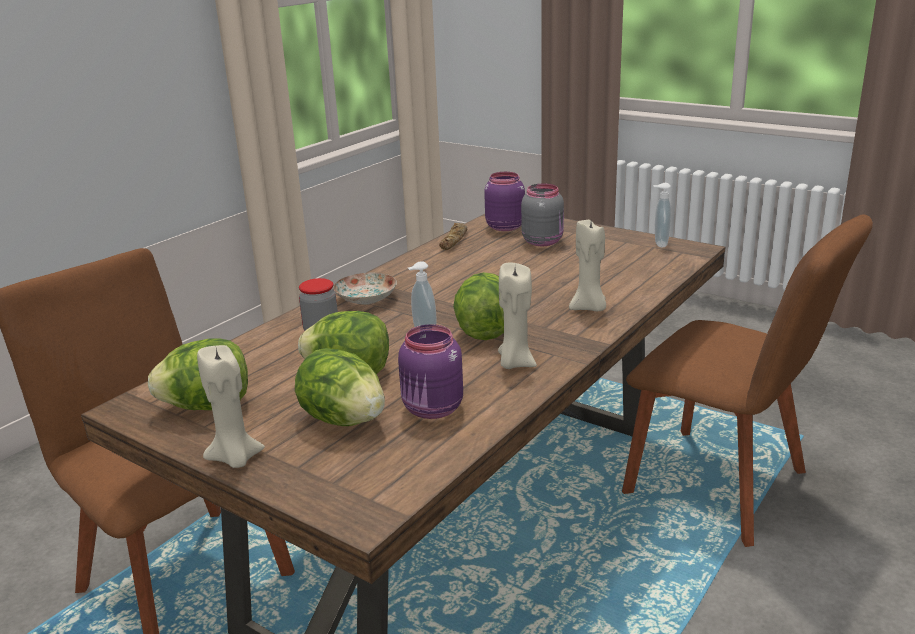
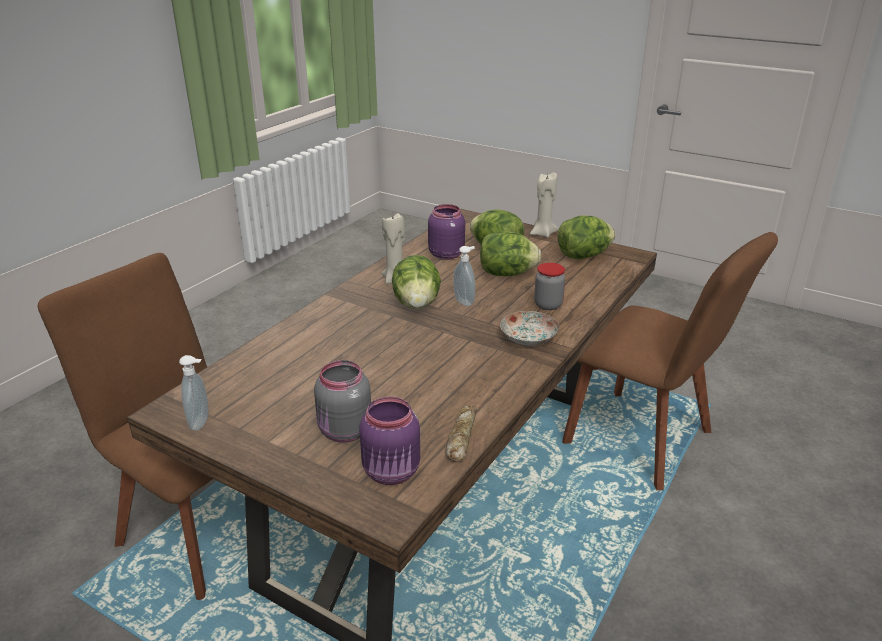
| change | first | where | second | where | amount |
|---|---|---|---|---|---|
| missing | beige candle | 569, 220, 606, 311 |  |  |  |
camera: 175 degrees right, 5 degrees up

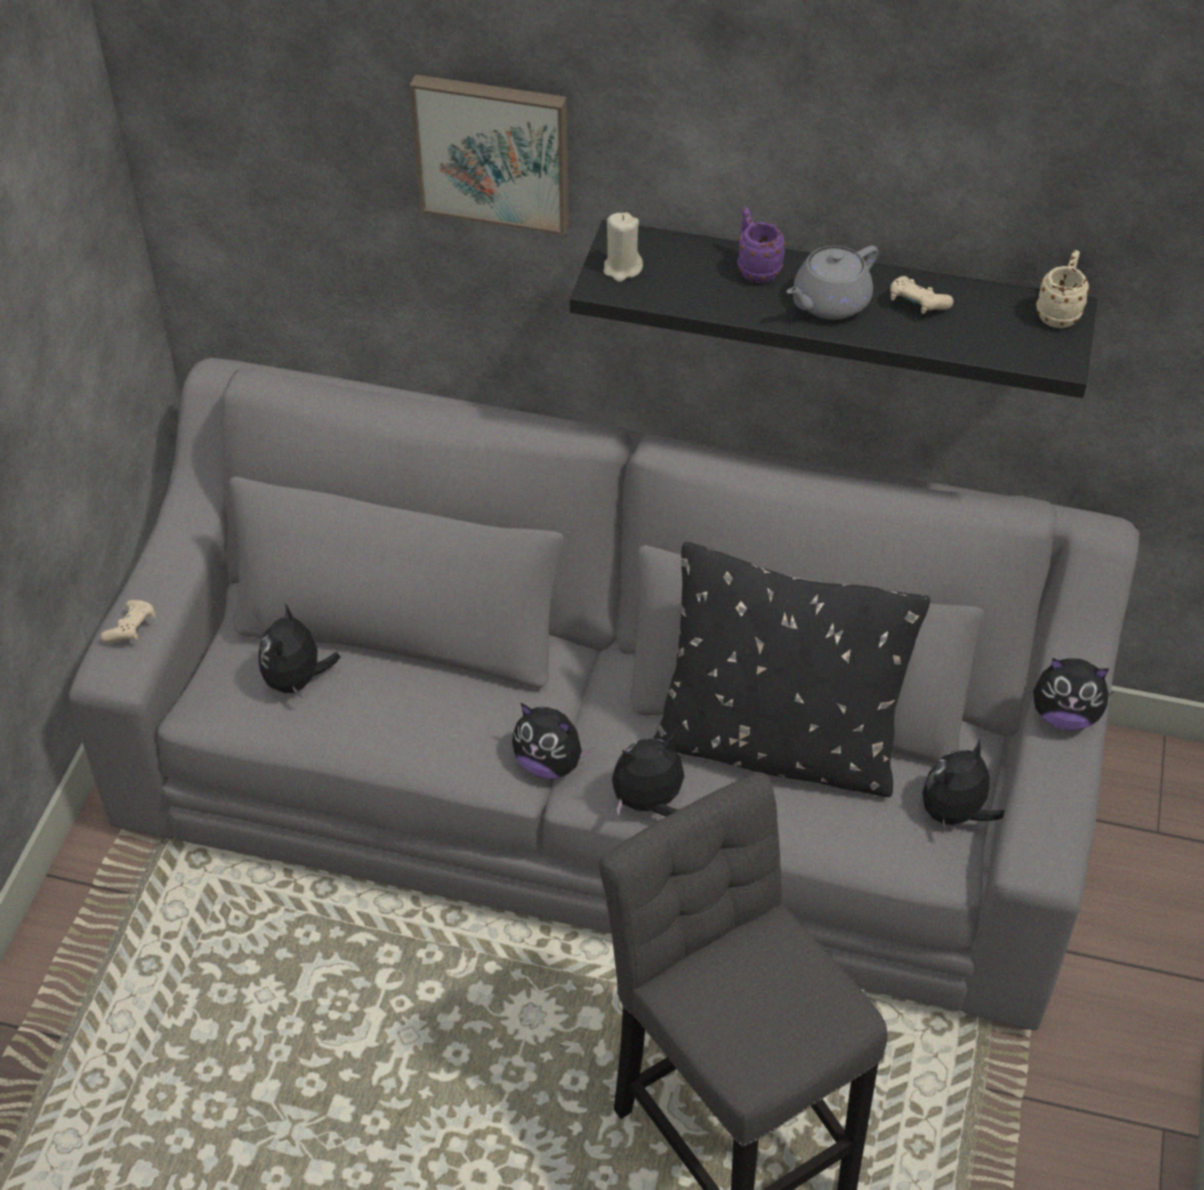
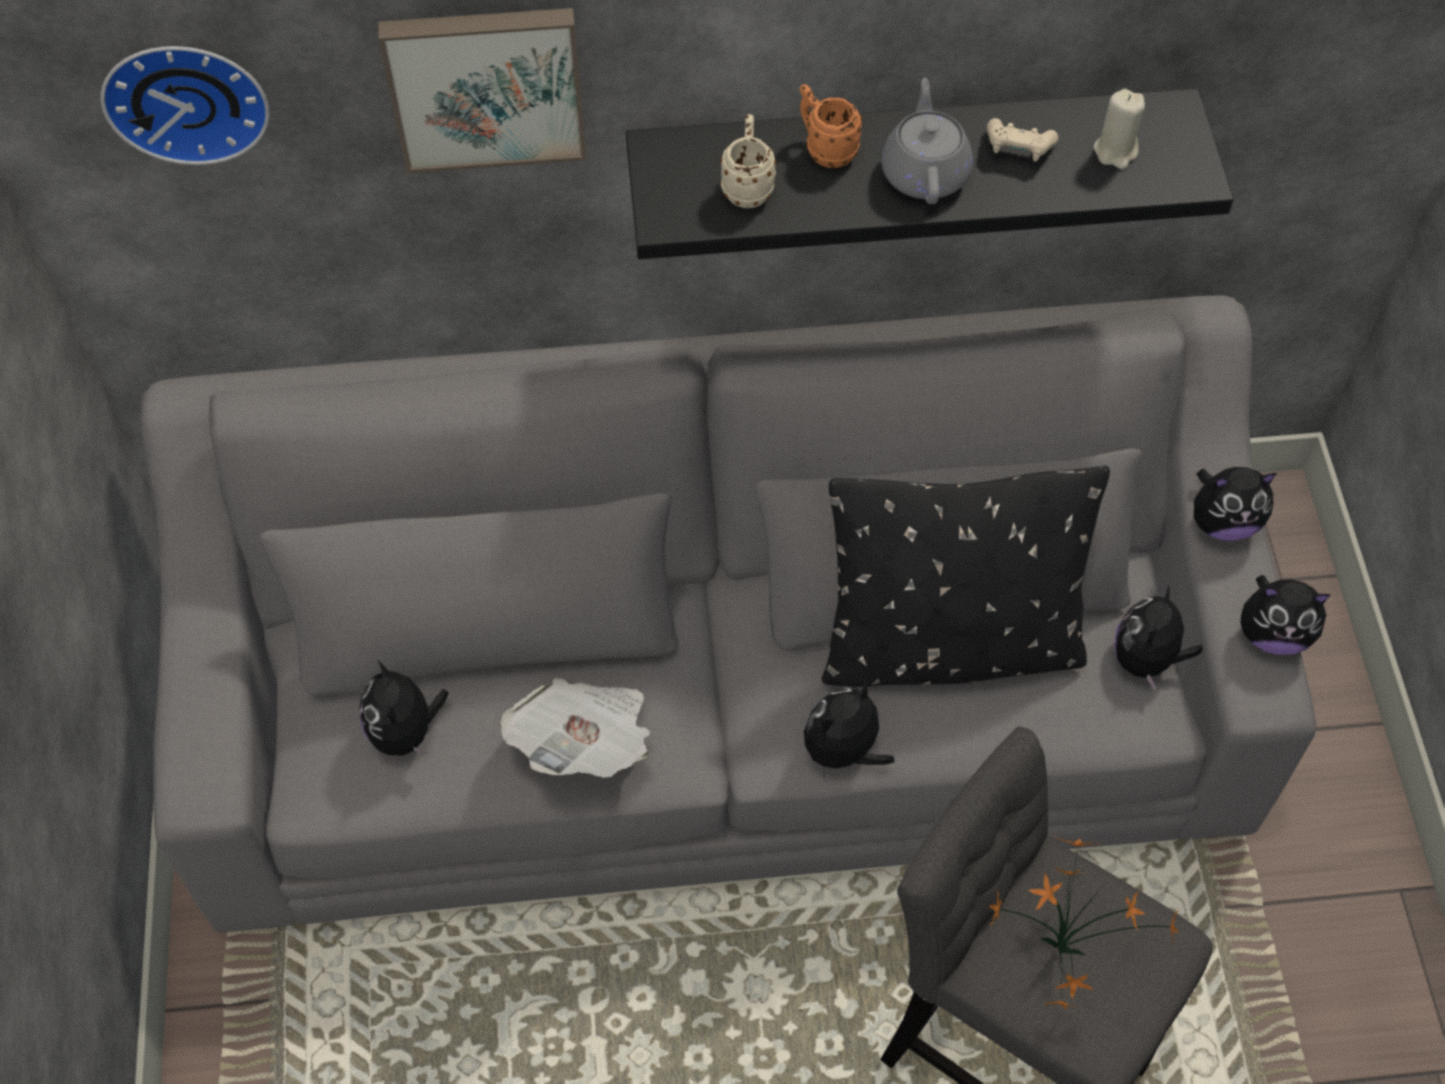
| change | first | where | second | where | amount |
|---|---|---|---|---|---|
| missing | beige game controller | 101, 600, 156, 644 |  |  |  |
| appeared |  |  | wall clock | 101, 46, 270, 165 |  |
| appeared |  |  | newspaper | 500, 678, 650, 778 |  |
| appeared |  |  | potted plant | 989, 837, 1179, 1009 |  |
| relocated | plush toy | 512, 703, 594, 779 |  | 1241, 575, 1331, 655 |  |
| relocated | beige candle | 604, 212, 643, 282 |  | 1094, 89, 1145, 169 |  |
| relocated | beige mug | 1036, 250, 1089, 328 |  | 720, 114, 776, 208 |  |
| colour | purple mug | 737, 207, 786, 283 | orange mug | 800, 84, 863, 168 |  |
| spun | grey teapot | 787, 245, 878, 320 |  | 881, 78, 973, 204 | 150 degrees clockwise |
camera: 20 degrees left, 10 degrees up

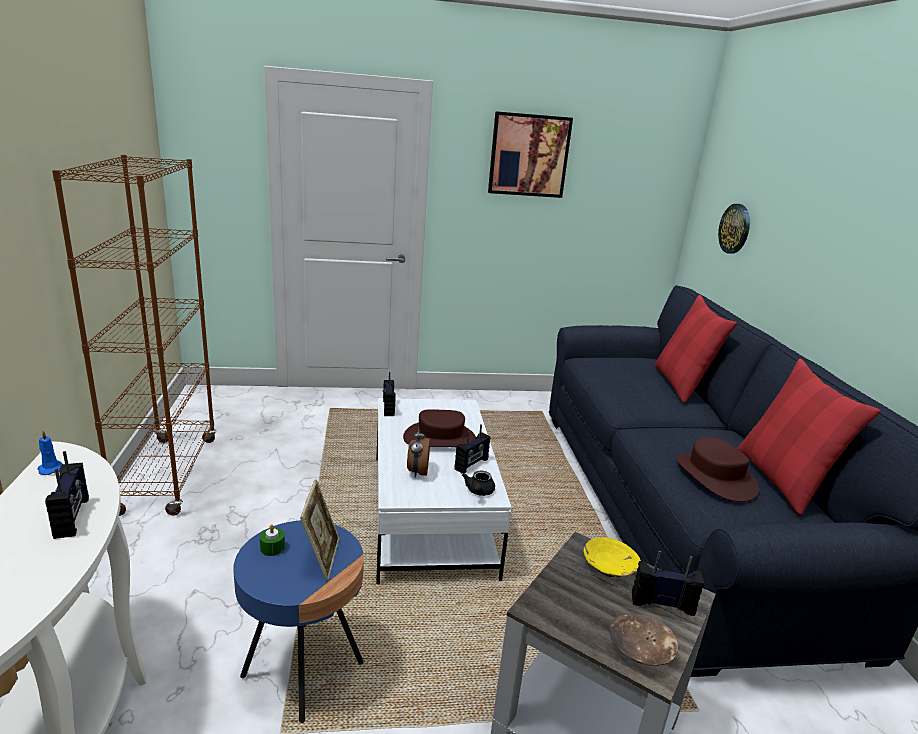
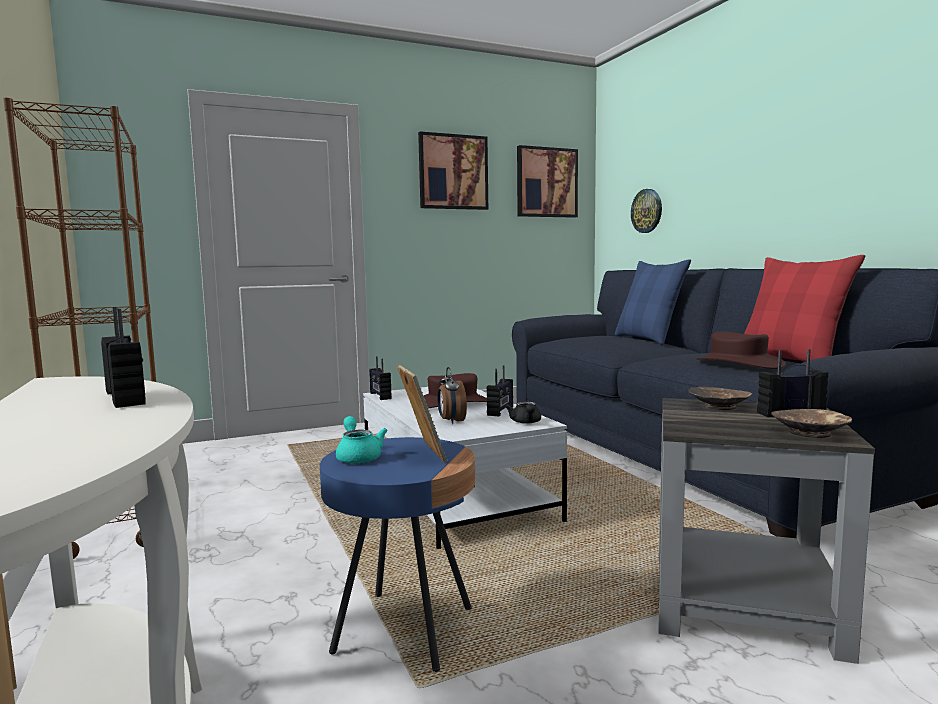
| change | first | where | second | where | amount |
|---|---|---|---|---|---|
| missing | blue candle | 37, 430, 63, 475 |  |  |  |
| appeared |  |  | picture | 517, 145, 578, 218 |  |
| exchanged | green candle | 260, 524, 285, 556 | turquoise teapot | 336, 416, 388, 464 |  |
| colour | yellow bowl | 584, 537, 641, 577 | brown bowl | 689, 387, 752, 410 |  |
| colour | red pillow | 655, 295, 737, 403 | blue pillow | 615, 259, 691, 344 |  |
camera: 15 degrees left, 15 degrees down

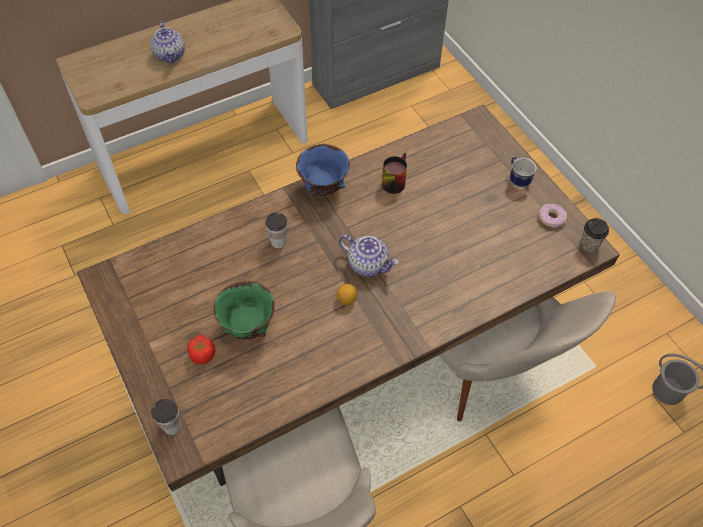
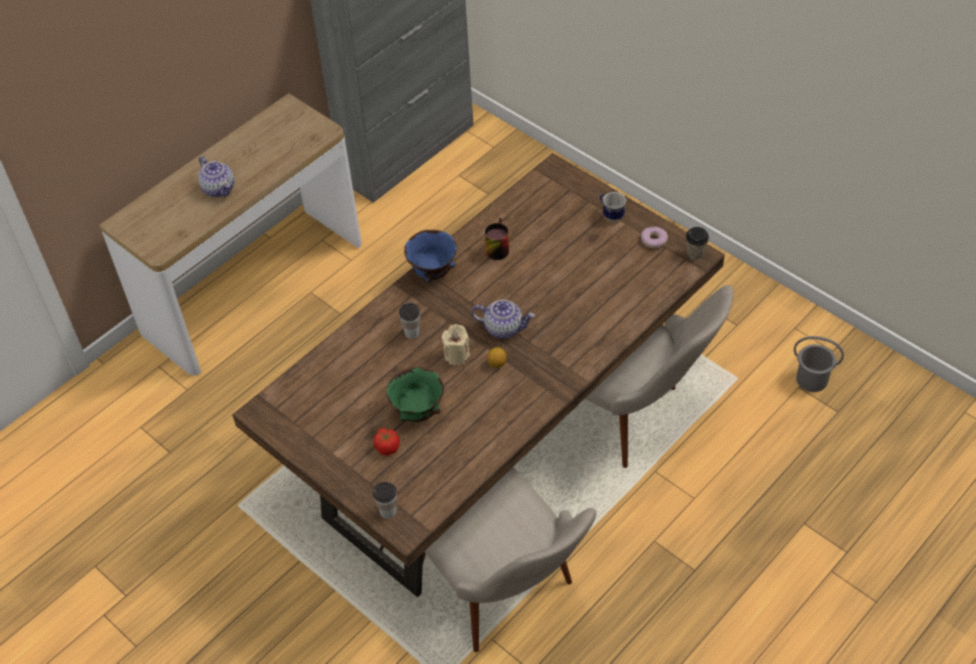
| change | first | where | second | where | amount |
|---|---|---|---|---|---|
| appeared |  |  | beige candle | 442, 324, 470, 366 |  |
camera: 15 degrees left, 5 degrees down

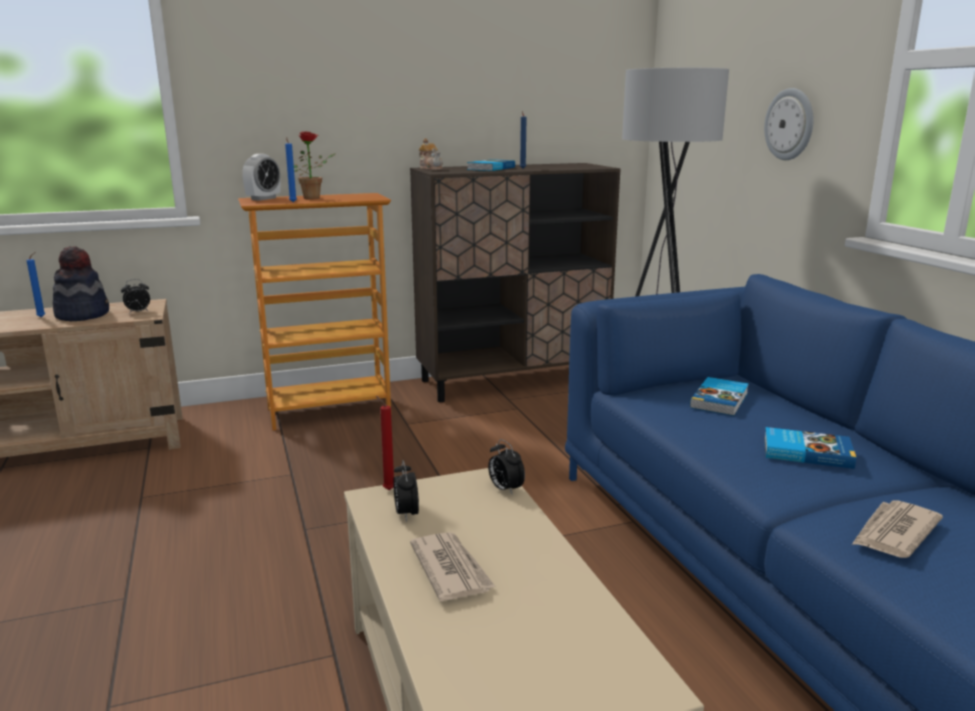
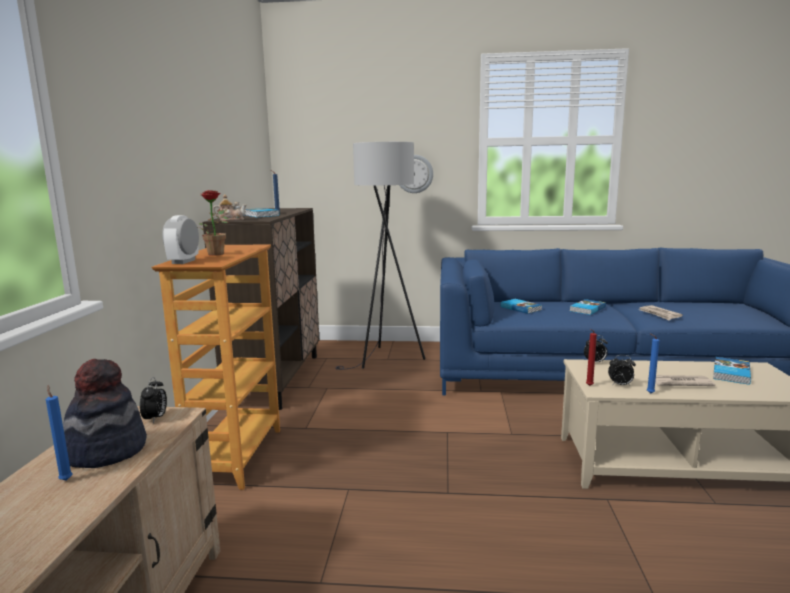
| change | first | where | second | where | amount |
|---|---|---|---|---|---|
| appeared |  |  | book | 713, 357, 751, 385 |  |
| relocated | blue candle | 285, 137, 297, 202 |  | 647, 334, 660, 394 |  |
| spun | alarm clock | 242, 154, 281, 201 |  | 162, 215, 199, 264 | 135 degrees counterclockwise |
camera: 65 degrees left, 5 degrees down

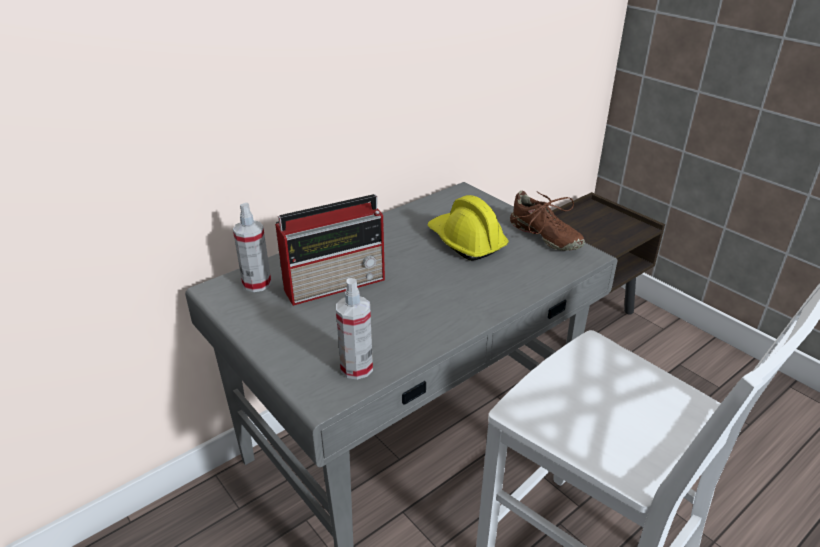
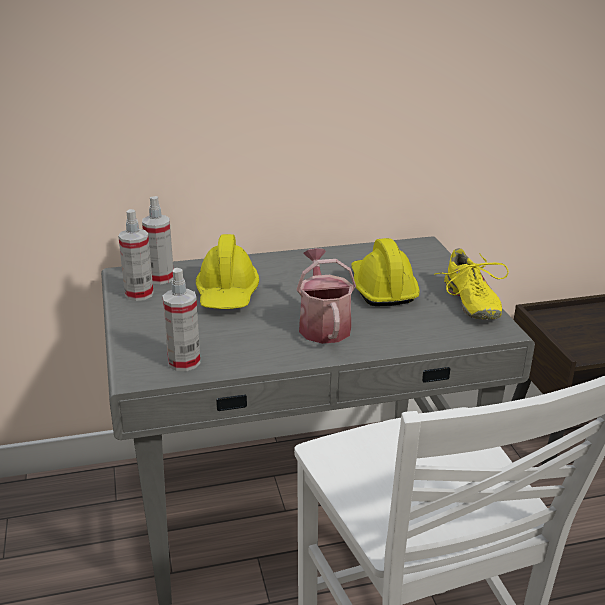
| change | first | where | second | where | amount |
|---|---|---|---|---|---|
| appeared |  |  | spray bottle | 118, 209, 154, 301 |  |
| appeared |  |  | watering can | 297, 248, 356, 344 |  |
| exchanged | radio | 275, 194, 385, 306 | yellow hard hat | 196, 234, 259, 309 |  |
| colour | brown shoe | 510, 191, 585, 251 | yellow shoe | 434, 248, 509, 320 |  |
camera: 25 degrees right, 5 degrees down

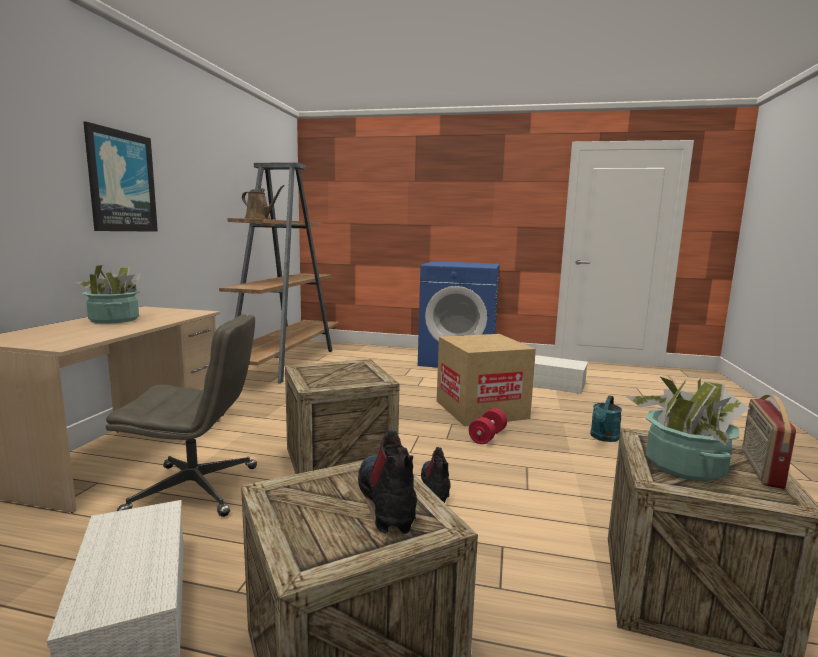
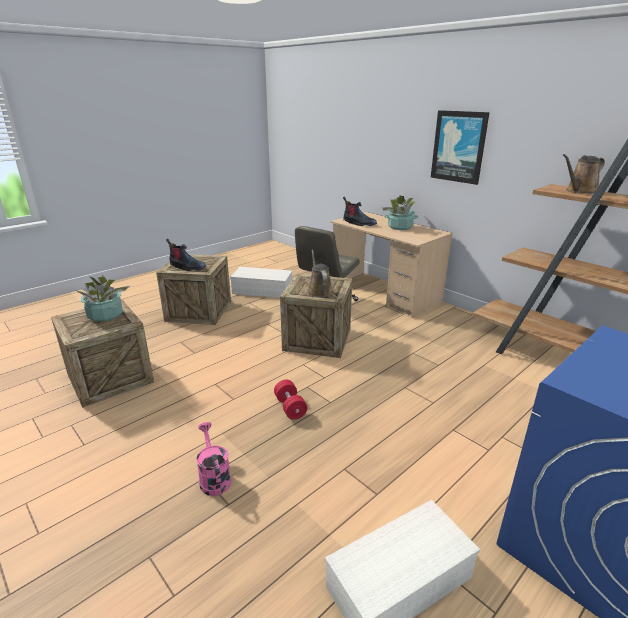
| change | first | where | second | where | amount |
|---|---|---|---|---|---|
| missing | cardboard box | 437, 334, 536, 426 |  |  |  |
| missing | radio | 742, 395, 796, 489 |  |  |  |
| appeared |  |  | brown watering can | 307, 250, 333, 298 |  |
| relocated | boot | 421, 447, 451, 503 |  | 343, 197, 377, 226 |  |
| colour | turquoise watering can | 590, 396, 622, 442 | pink watering can | 196, 422, 232, 496 |  |
camera: 125 degrees right, 15 degrees up

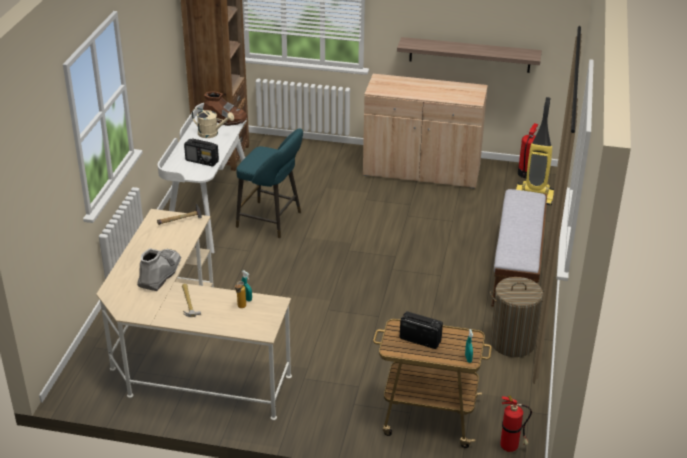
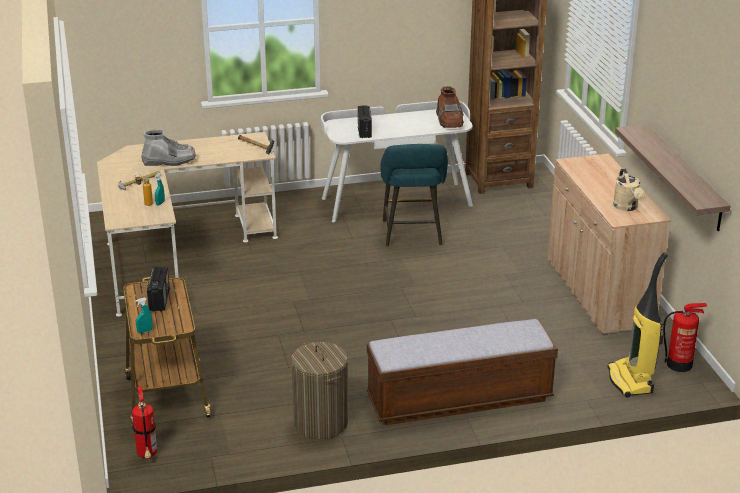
| change | first | where | second | where | amount |
|---|---|---|---|---|---|
| relocated | beige watering can | 192, 108, 234, 138 |  | 613, 168, 644, 211 |  |
camera: 65 degrees right, 5 degrees down

